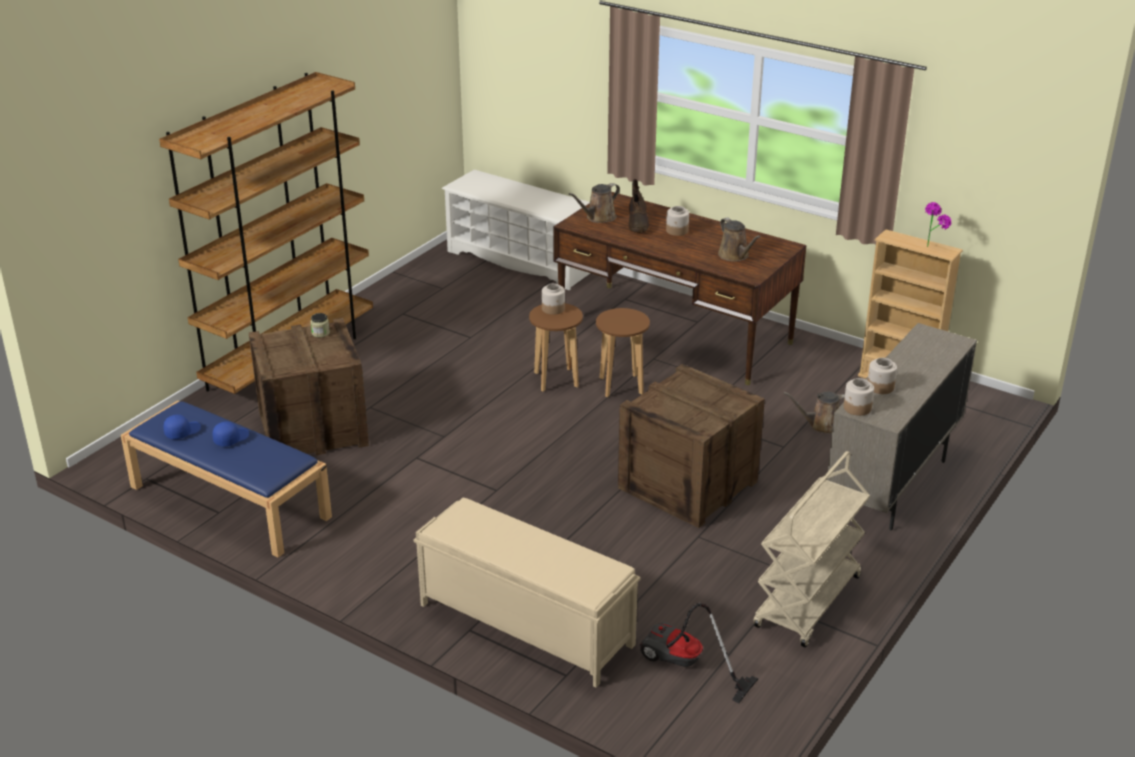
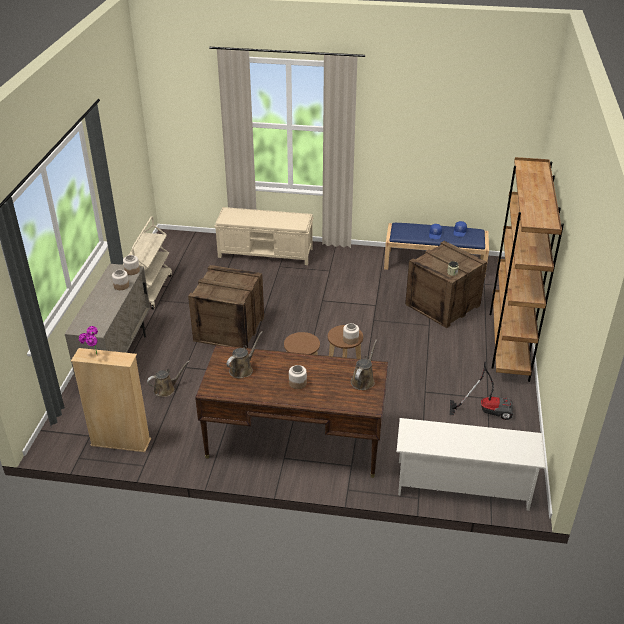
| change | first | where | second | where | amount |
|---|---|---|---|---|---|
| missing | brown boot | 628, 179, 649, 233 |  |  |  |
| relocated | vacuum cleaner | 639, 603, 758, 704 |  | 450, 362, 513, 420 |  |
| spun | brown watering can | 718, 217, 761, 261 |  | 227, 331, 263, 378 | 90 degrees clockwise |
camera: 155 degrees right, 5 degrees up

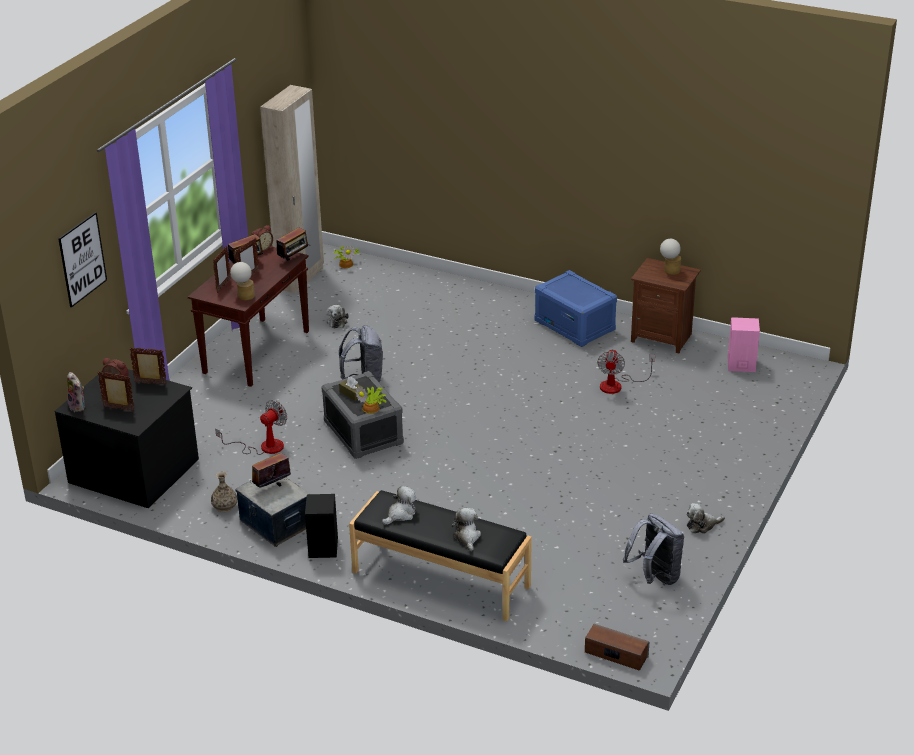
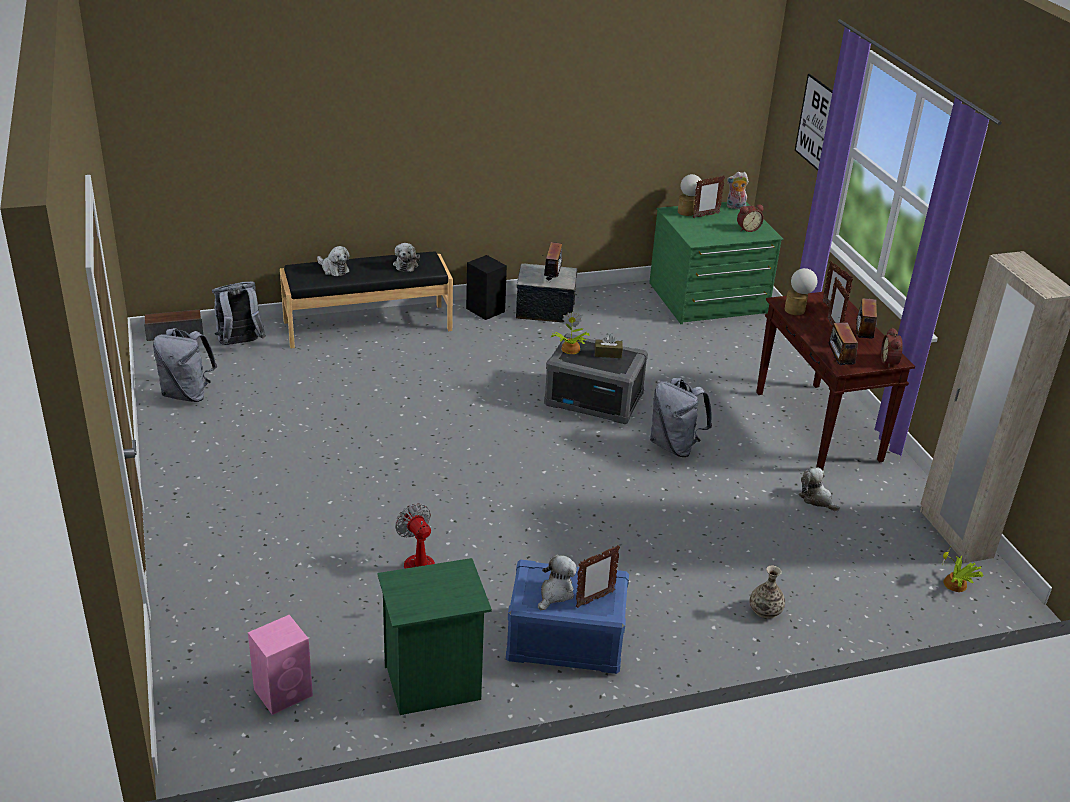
| change | first | where | second | where | amount |
|---|---|---|---|---|---|
| missing | fan | 215, 400, 287, 455 |  |  |  |
| appeared |  |  | grey backpack | 212, 281, 266, 345 |  |
| relocated | picture frame | 130, 347, 167, 385 |  | 576, 545, 620, 608 |  |
| relocated | vase | 211, 471, 237, 512 |  | 749, 566, 785, 619 |  |
| relocated | table lamp | 660, 239, 681, 275 |  | 678, 174, 702, 216 |  |
| relocated | plush toy | 686, 503, 725, 533 |  | 538, 555, 577, 610 |  |
| colour | black dresser | 55, 369, 199, 508 | green dresser | 649, 202, 783, 324 |  |
| colour | brown nightstand | 631, 258, 701, 354 | green nightstand | 378, 558, 492, 715 |  |
camera: 135 degrees right, 0 degrees up

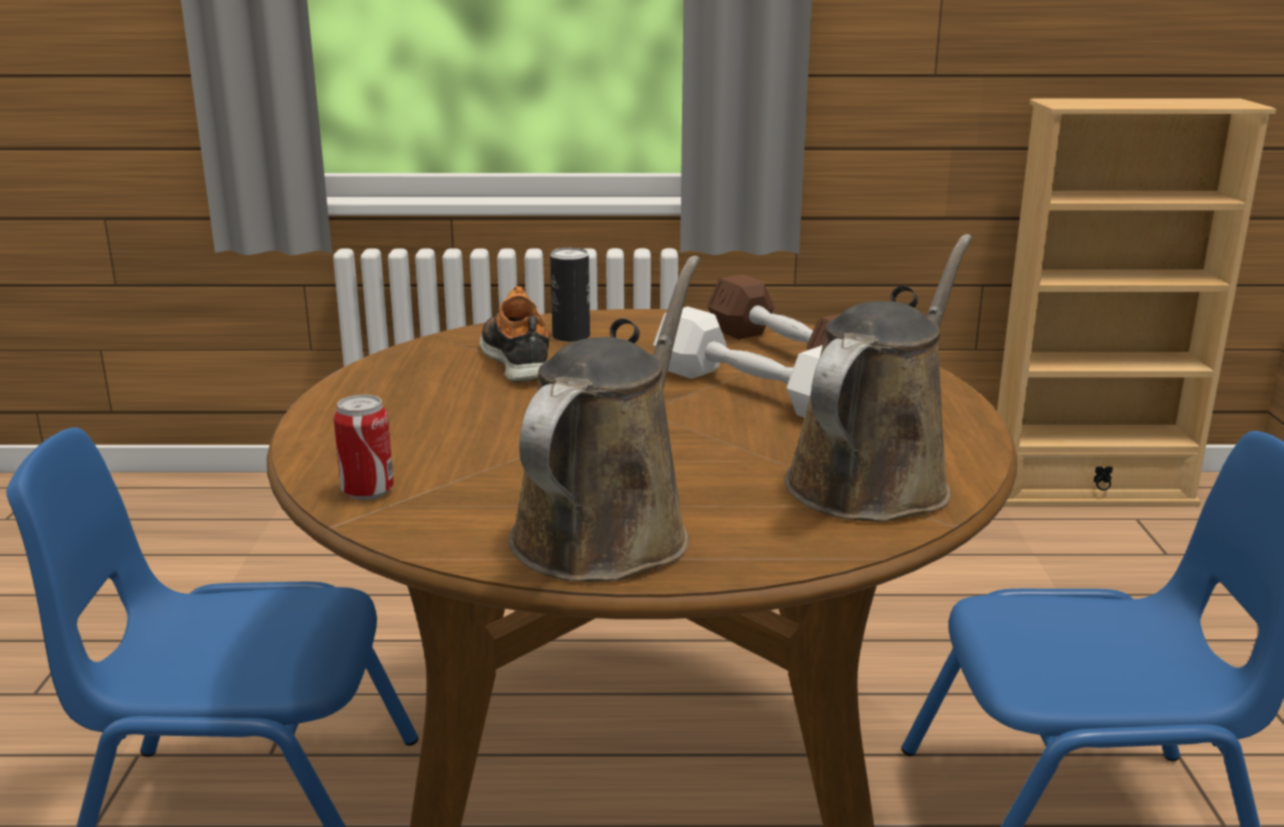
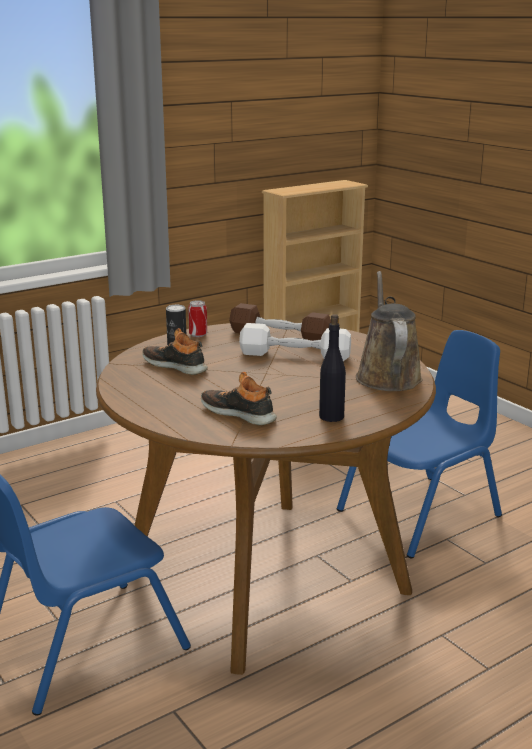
| change | first | where | second | where | amount |
|---|---|---|---|---|---|
| appeared |  |  | shoe | 201, 372, 277, 425 |  |
| relocated | can | 334, 395, 394, 500 |  | 188, 300, 207, 337 |  |
| exchanged | brown watering can | 508, 256, 700, 582 | black bottle | 319, 314, 346, 422 |  |
camera: 35 degrees left, 0 degrees up

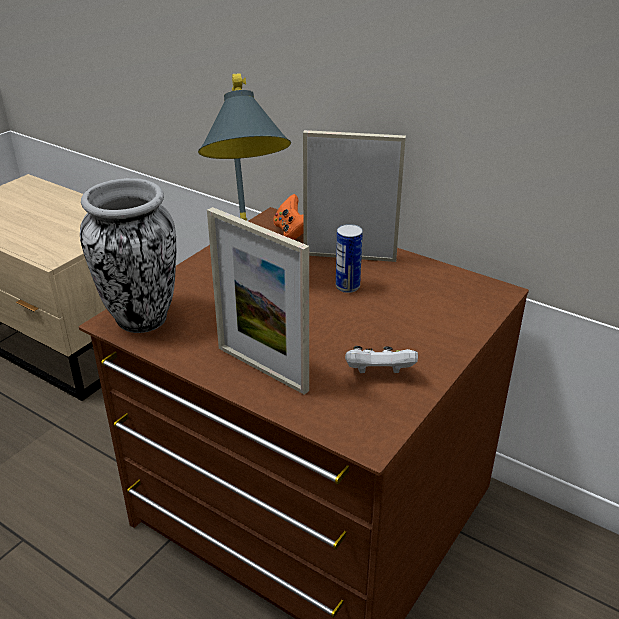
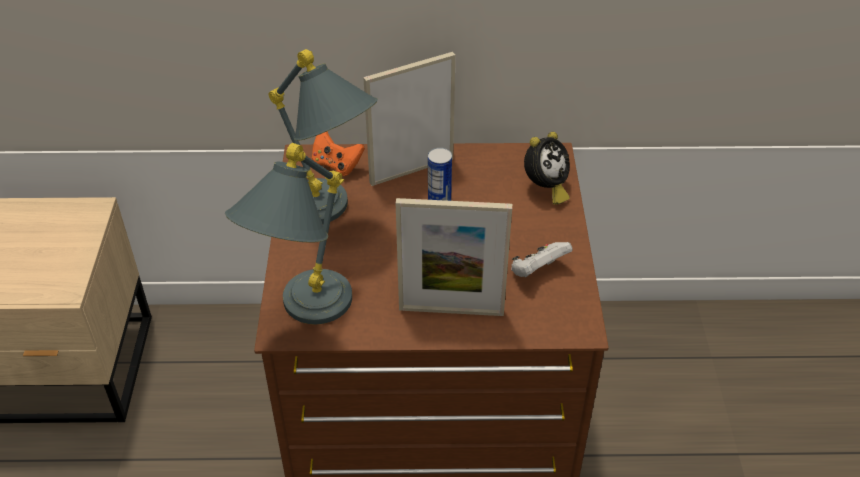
| change | first | where | second | where | amount |
|---|---|---|---|---|---|
| appeared |  |  | alarm clock | 524, 132, 570, 205 |  |
| exchanged | vase | 80, 178, 176, 333 | grey table lamp | 225, 143, 352, 324 |  |
camera: 35 degrees left, 10 degrees up

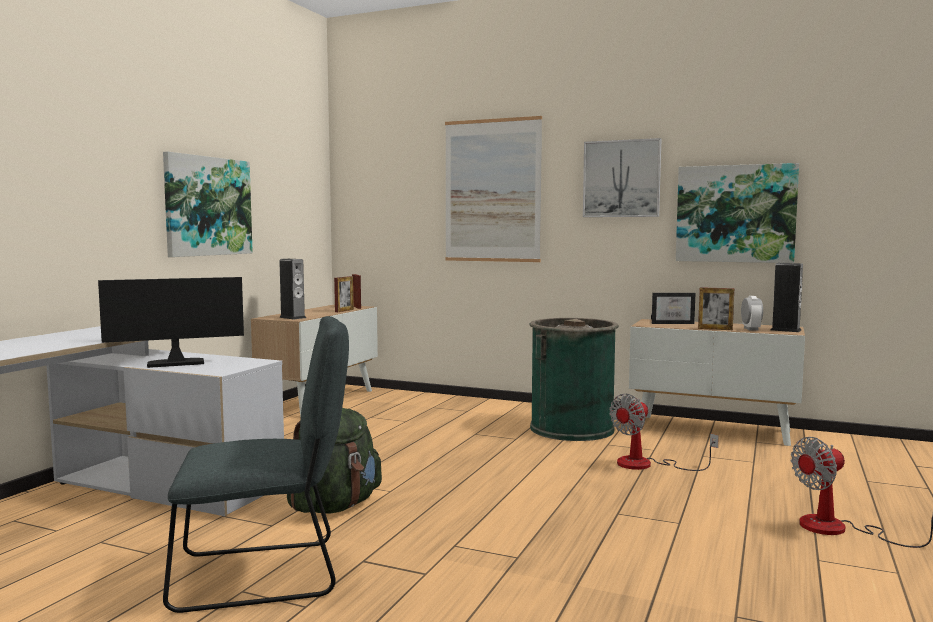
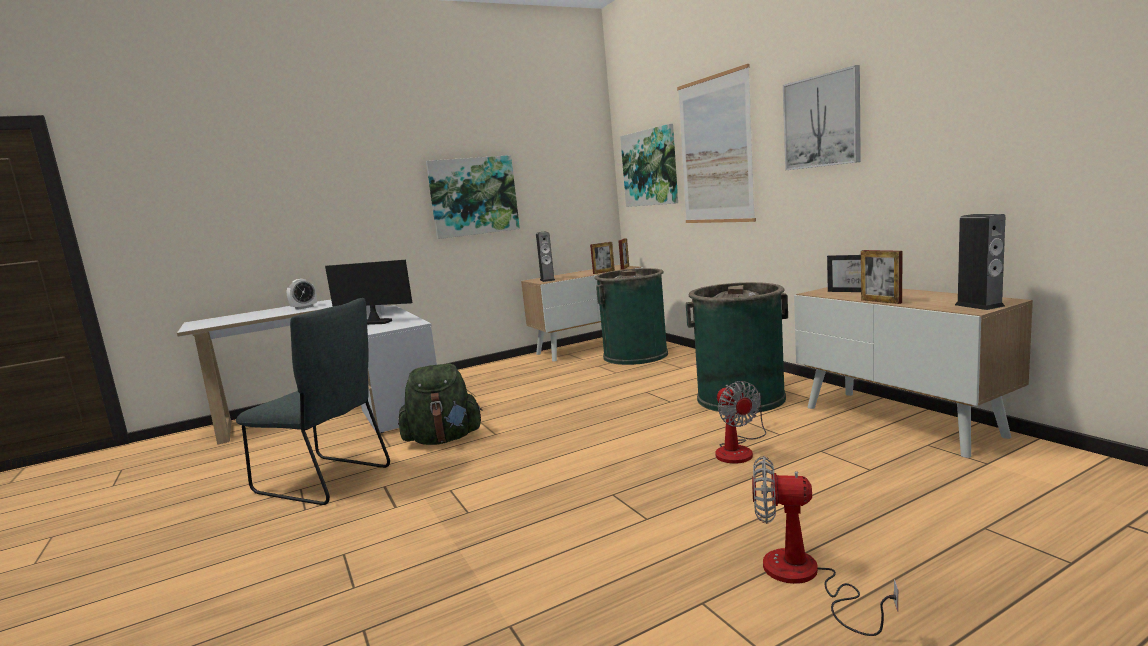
| change | first | where | second | where | amount |
|---|---|---|---|---|---|
| appeared |  |  | green trash can | 594, 268, 668, 365 |  |
| relocated | picture | 676, 163, 799, 263 |  | 620, 124, 678, 207 |  |
| relocated | alarm clock | 741, 296, 763, 331 |  | 287, 279, 317, 310 |  |
| spun | fan | 610, 393, 719, 471 |  | 715, 381, 766, 464 | 105 degrees counterclockwise |
camera: 40 degrees right, 5 degrees up

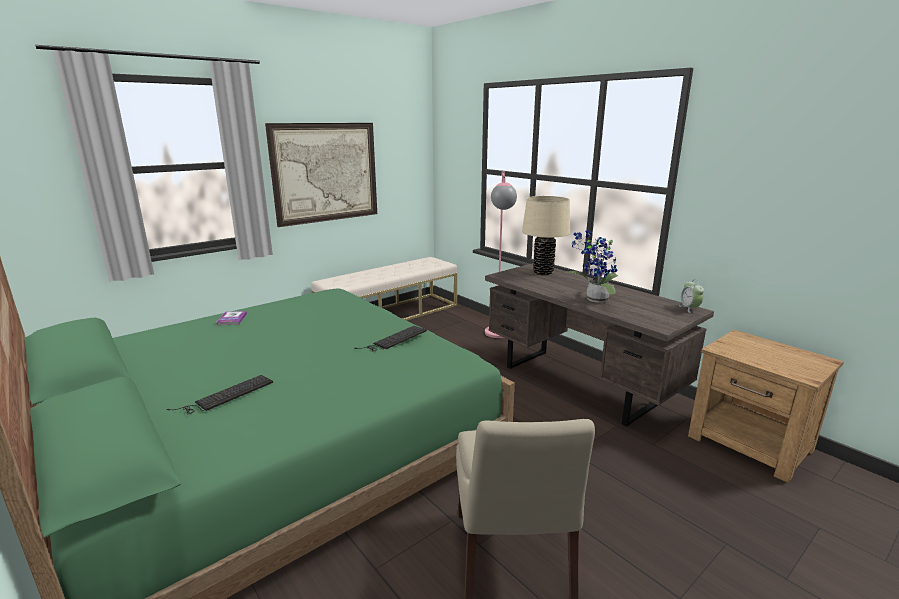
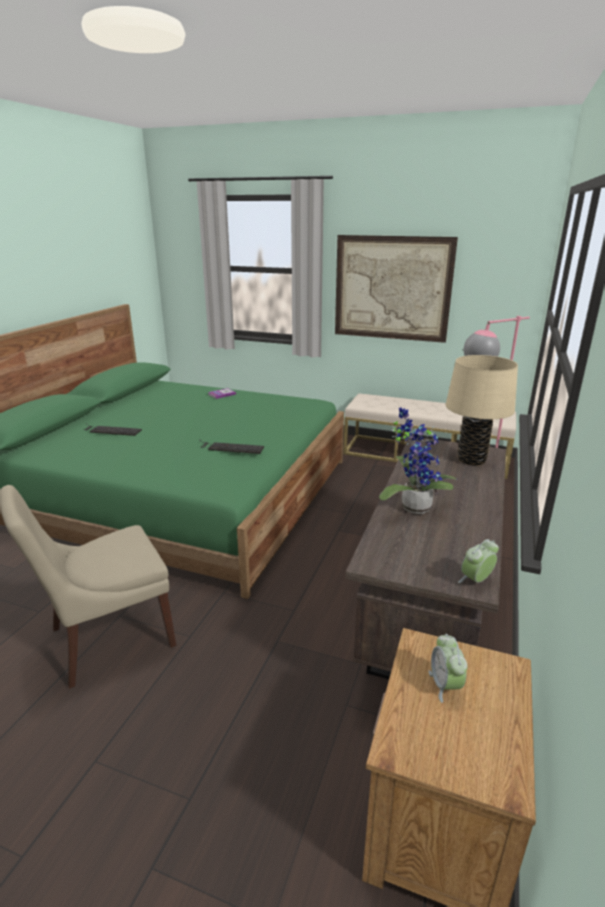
| change | first | where | second | where | amount |
|---|---|---|---|---|---|
| appeared |  |  | alarm clock | 428, 634, 468, 703 |  |
camera: 60 degrees right, 5 degrees up

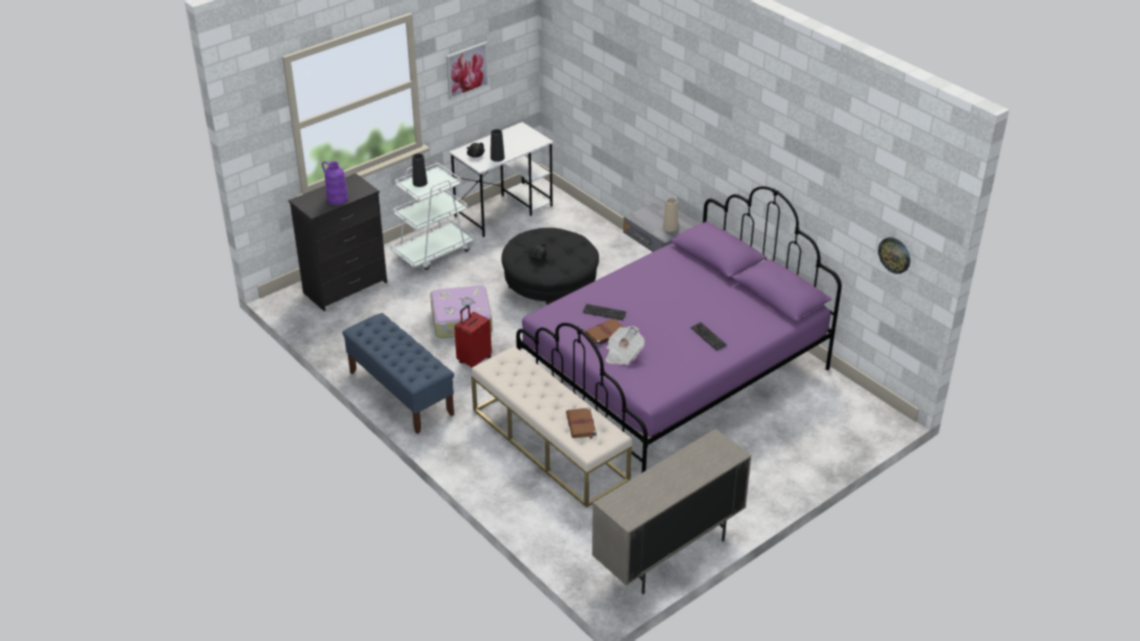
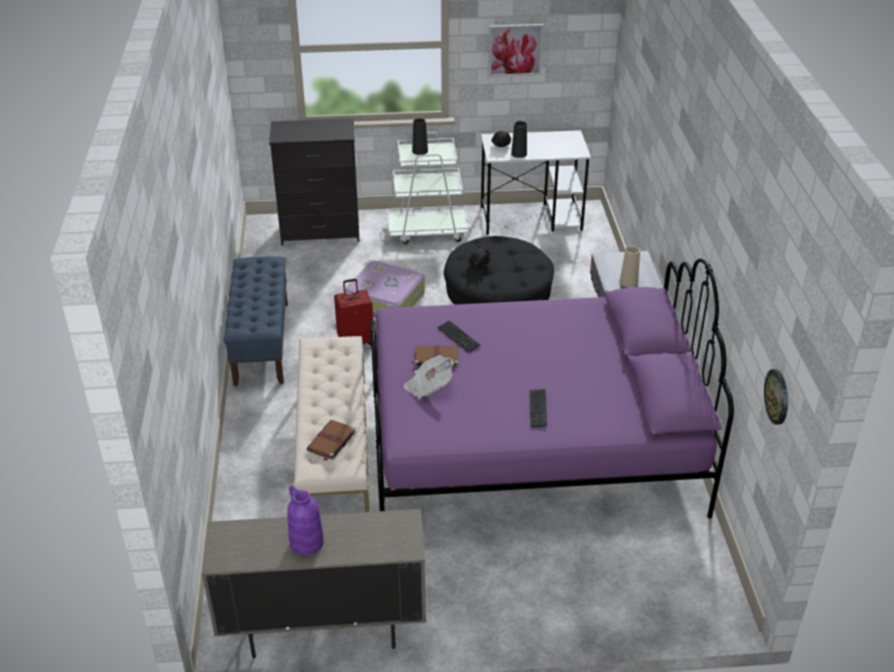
| change | first | where | second | where | amount |
|---|---|---|---|---|---|
| relocated | purple vase | 322, 161, 348, 205 |  | 287, 485, 324, 555 |  |
camera: 35 degrees right, 0 degrees up

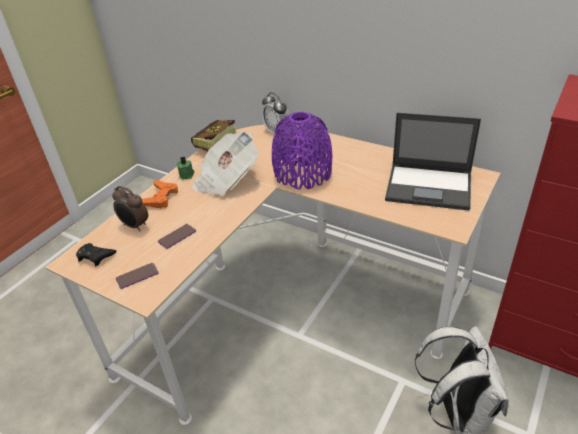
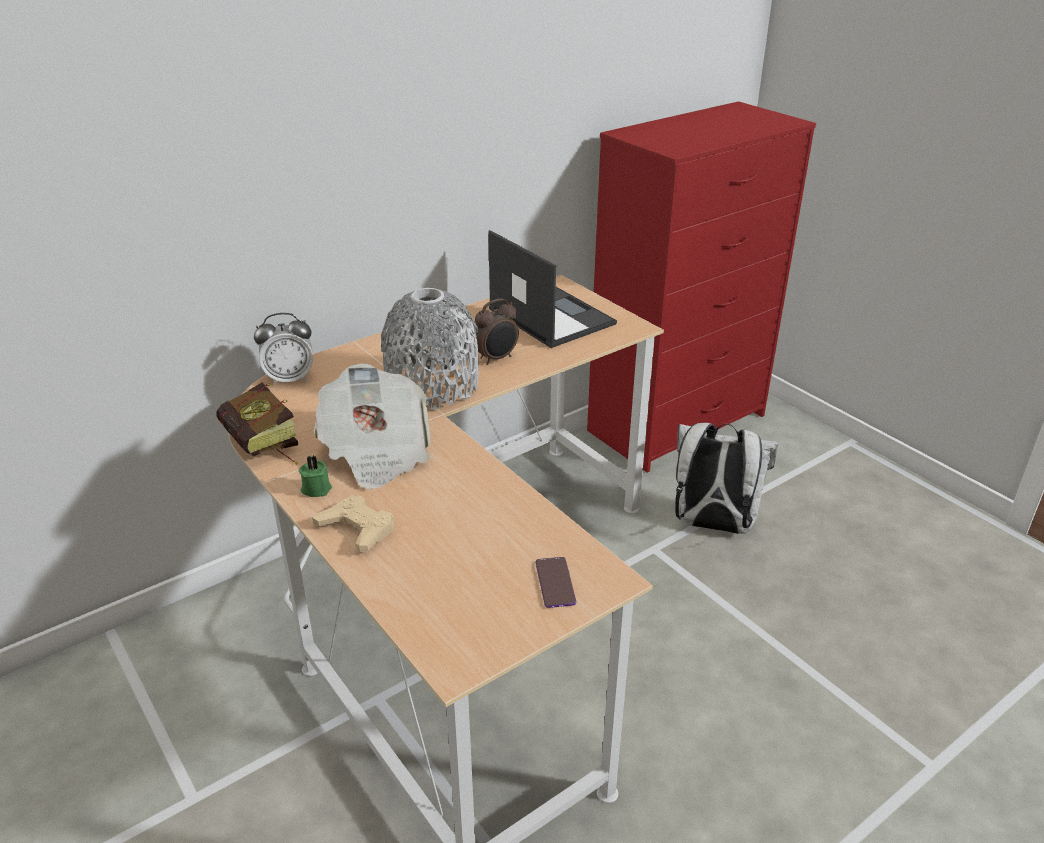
| change | first | where | second | where | amount |
|---|---|---|---|---|---|
| missing | black game controller | 76, 243, 117, 266 |  |  |  |
| missing | phone | 158, 224, 196, 249 |  |  |  |
| relocated | alarm clock | 112, 186, 148, 231 |  | 475, 299, 519, 365 |  |
| colour | orange game controller | 142, 180, 178, 208 | beige game controller | 312, 495, 394, 552 |  |
| colour | purple vase | 272, 112, 332, 189 | grey vase | 381, 288, 479, 410 |  |
| spun | laptop | 385, 113, 481, 210 |  | 488, 230, 617, 348 | 75 degrees counterclockwise |
camera: 70 degrees left, 5 degrees down

